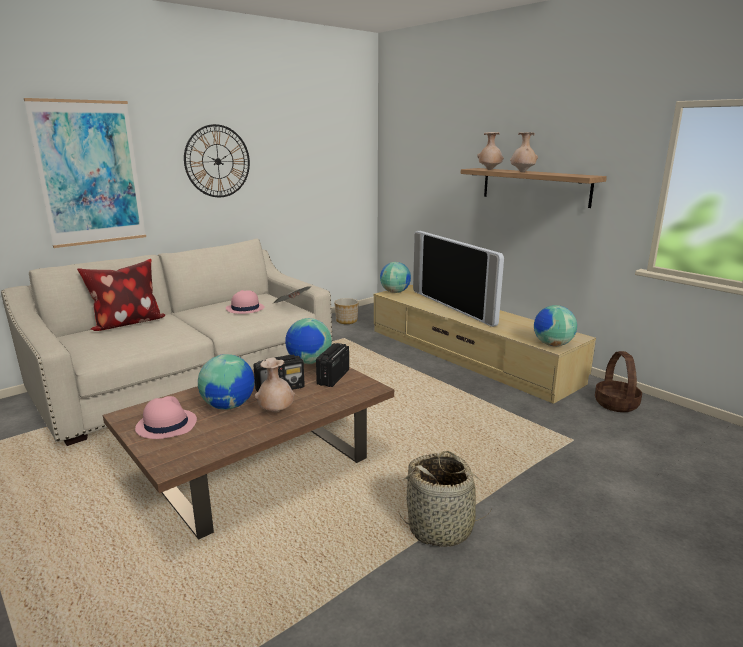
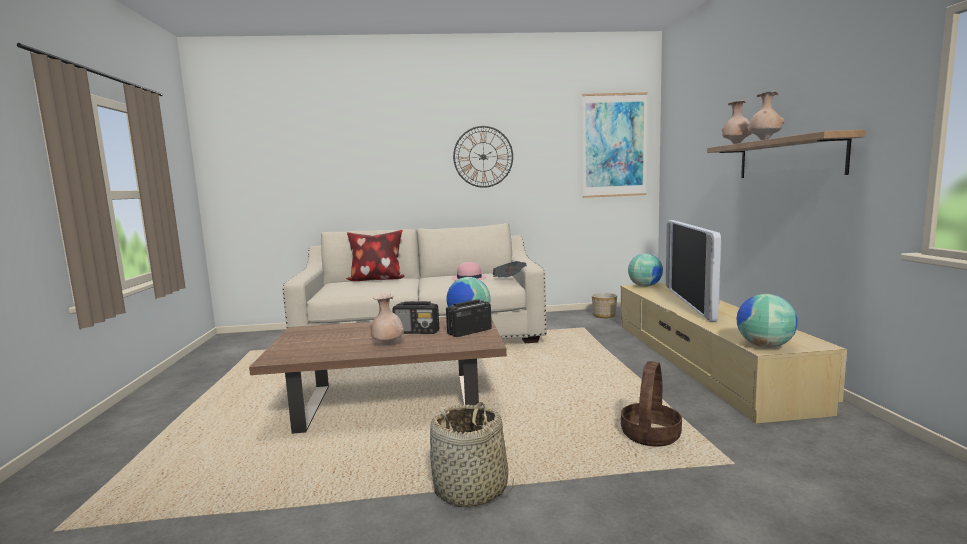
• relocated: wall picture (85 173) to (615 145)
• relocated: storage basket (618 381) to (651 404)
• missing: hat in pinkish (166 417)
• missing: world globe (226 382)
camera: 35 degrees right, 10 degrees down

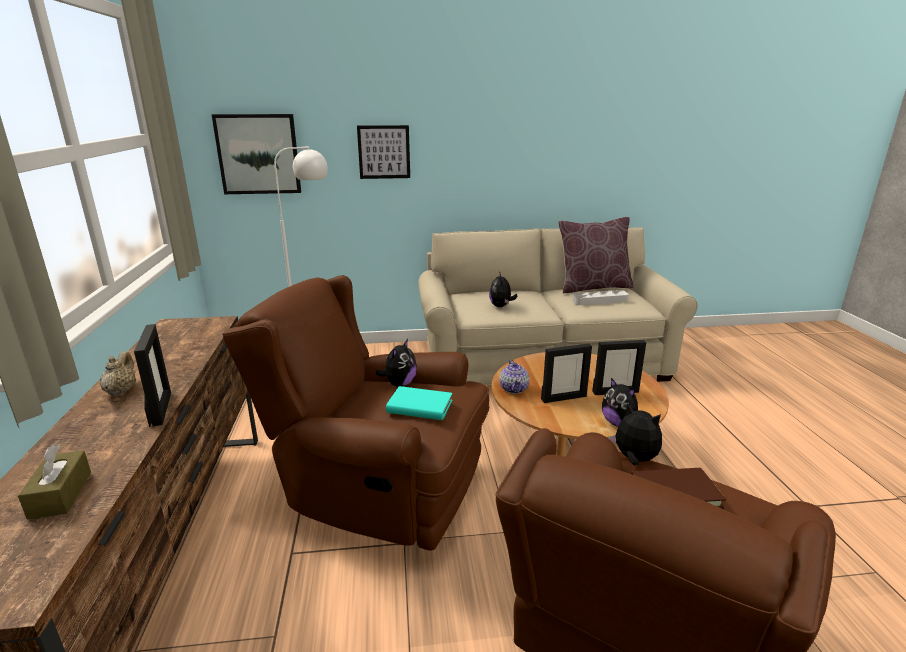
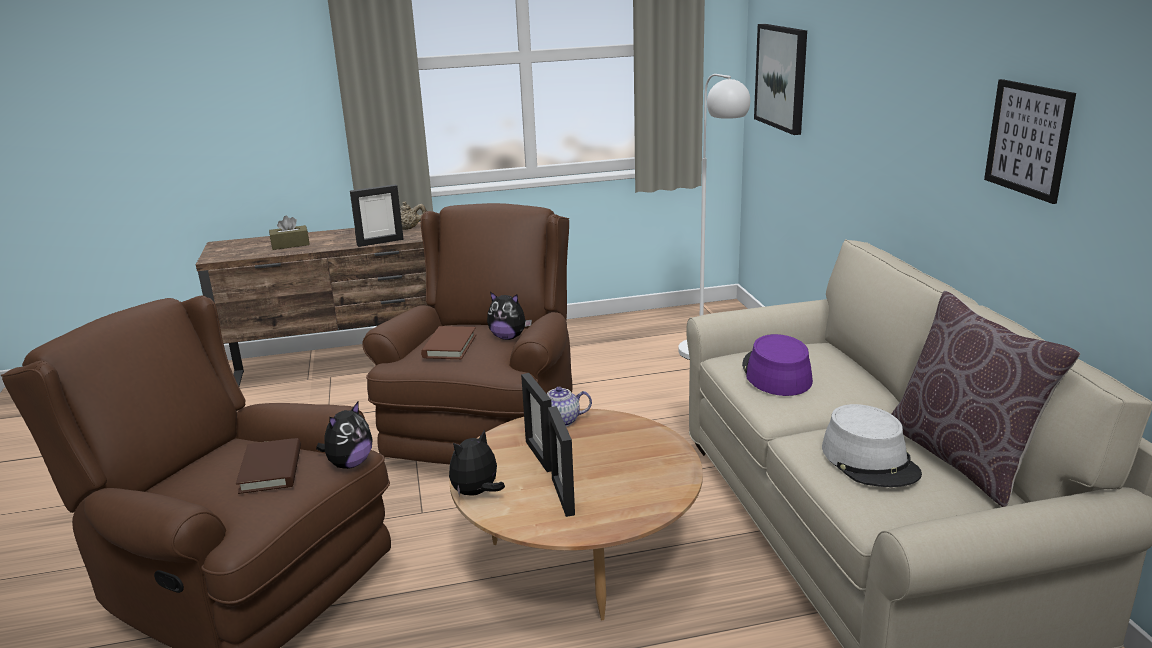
• colour: volume in turquoise (419 403) to volume in brown (448 342)
• exchanged: soft toy (503 290) to hat in purple (777 365)
• exchanged: serving tray in greyish (600 297) to hat in greyish (872 445)
• relocated: wall picture (383 152) to (1030 141)
camera: 85 degrees right, 0 degrees up

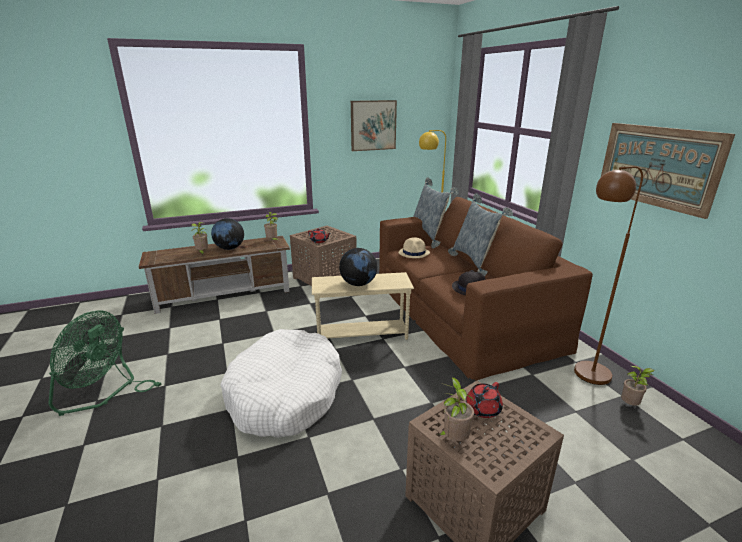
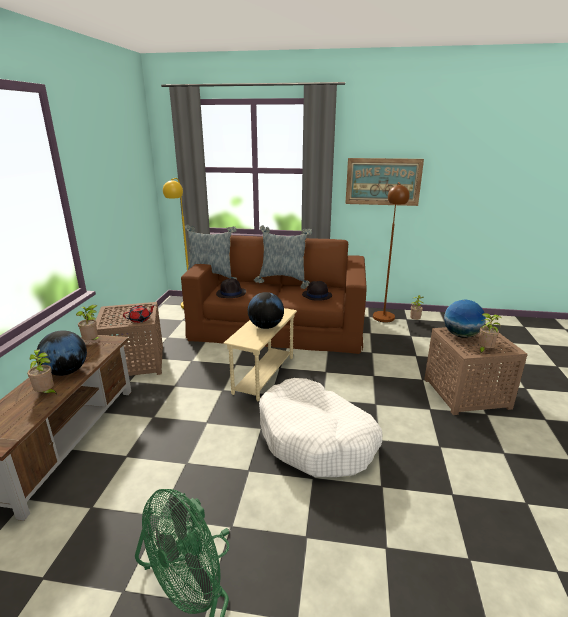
• colour: hat in sand-coloured (414 247) to hat in black-coloured (231 288)
• exchanged: tea pot in reddish (484 400) to world globe (465 318)
• missing: wall picture (374 125)
camera: 60 degrees left, 0 degrees up

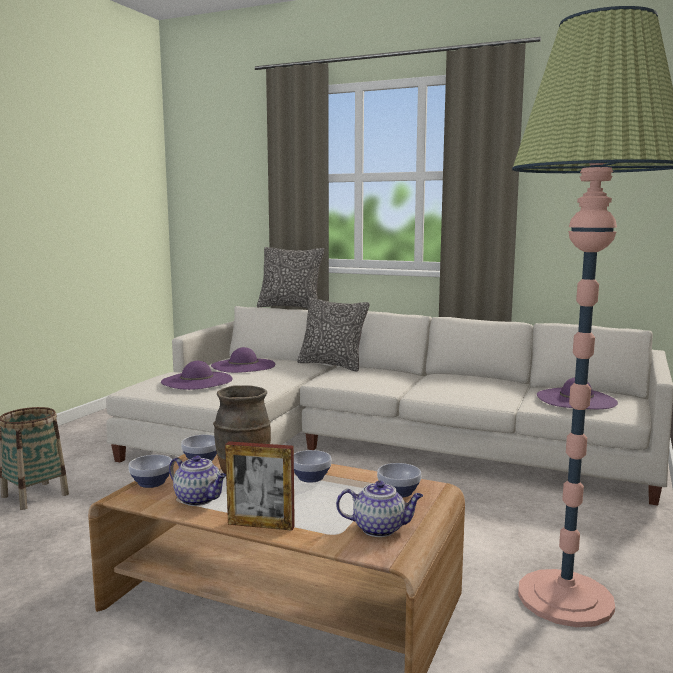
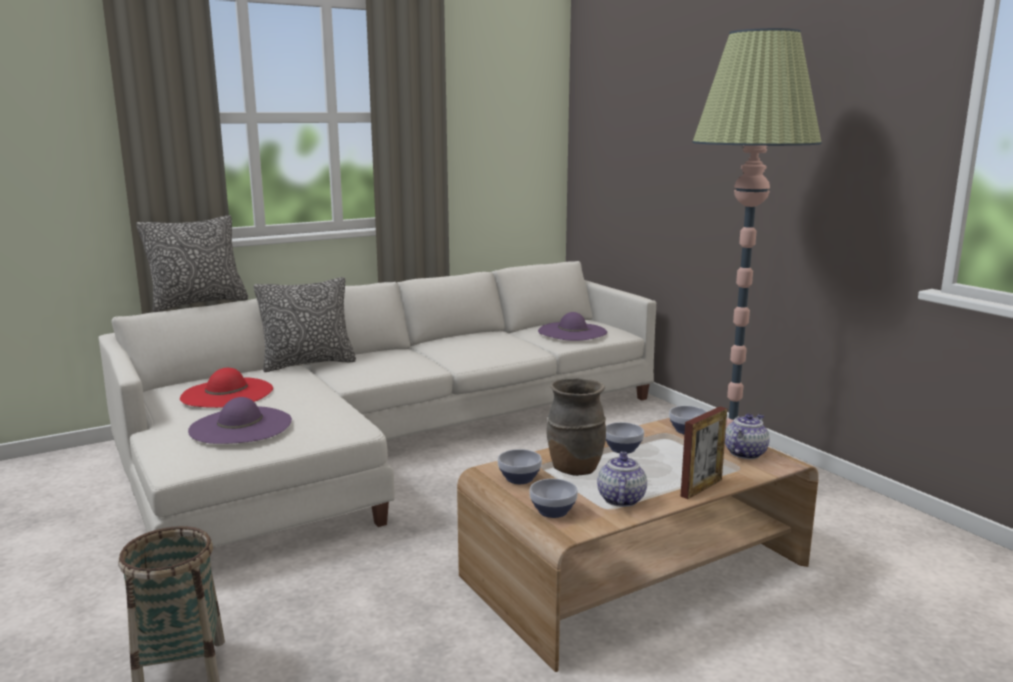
• colour: hat in purple (243 360) to hat in reddish (226 388)
• spun: tea pot (197 480) = (622 479) 60 degrees counterclockwise
camera: 55 degrees left, 5 degrees up

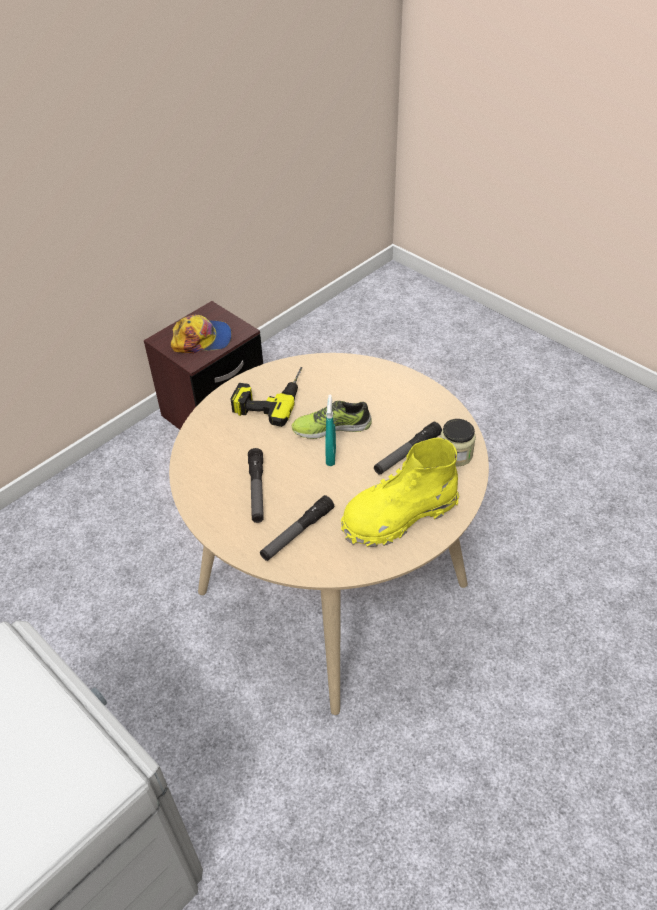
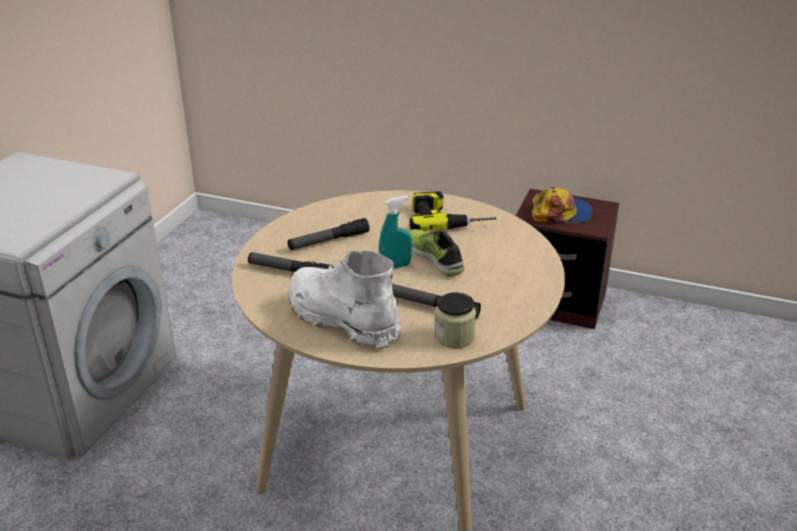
• colour: tall boot in yellow (400 492) to tall boot in white (344 300)
• spun: peaked cap (201 334) = (562 205) 60 degrees counterclockwise
camera: 65 degrees right, 15 degrees down

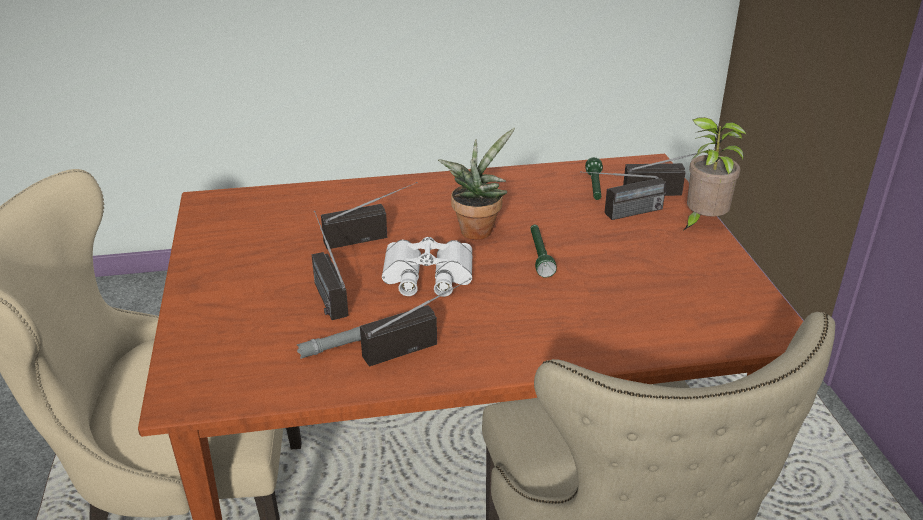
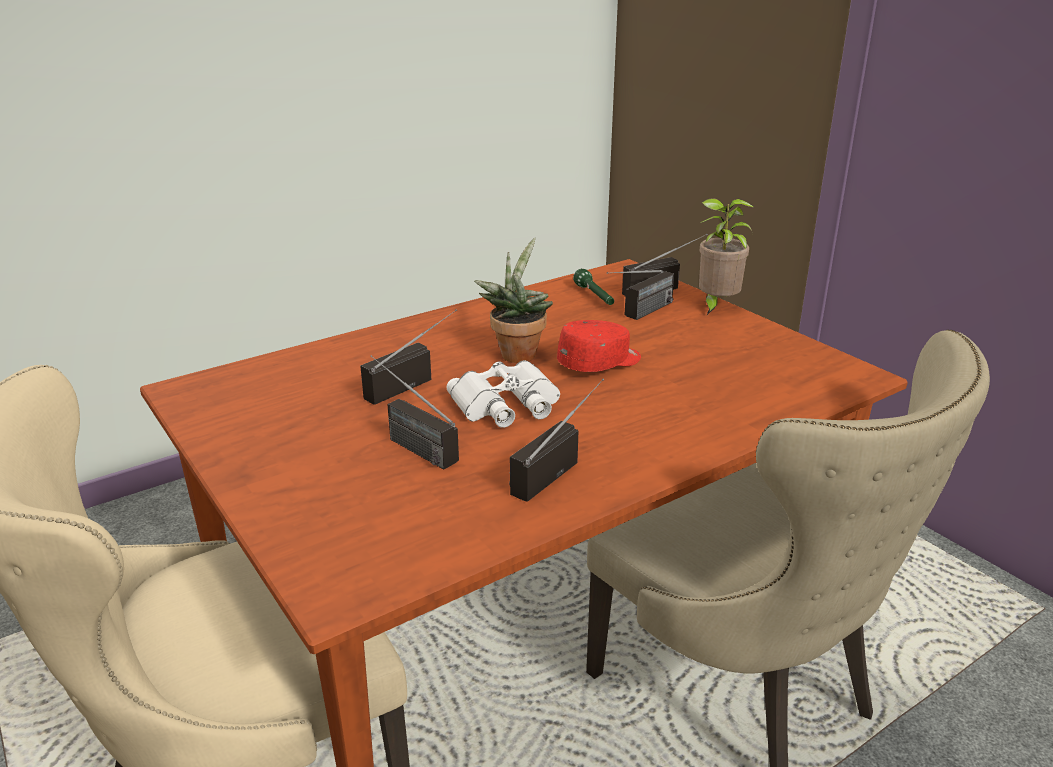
• exchanged: hand torch in green (543 251) to peaked cap in reddish (599 346)
• missing: hand torch in greyish (328 342)
camera: 25 degrees left, 5 degrees down

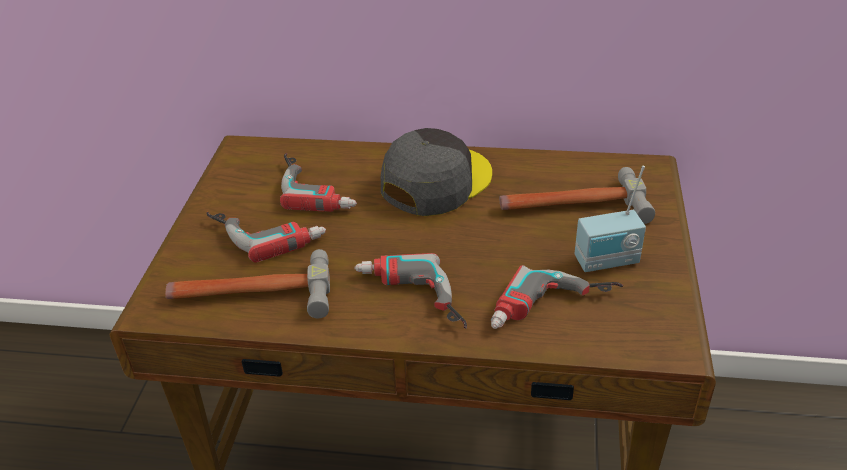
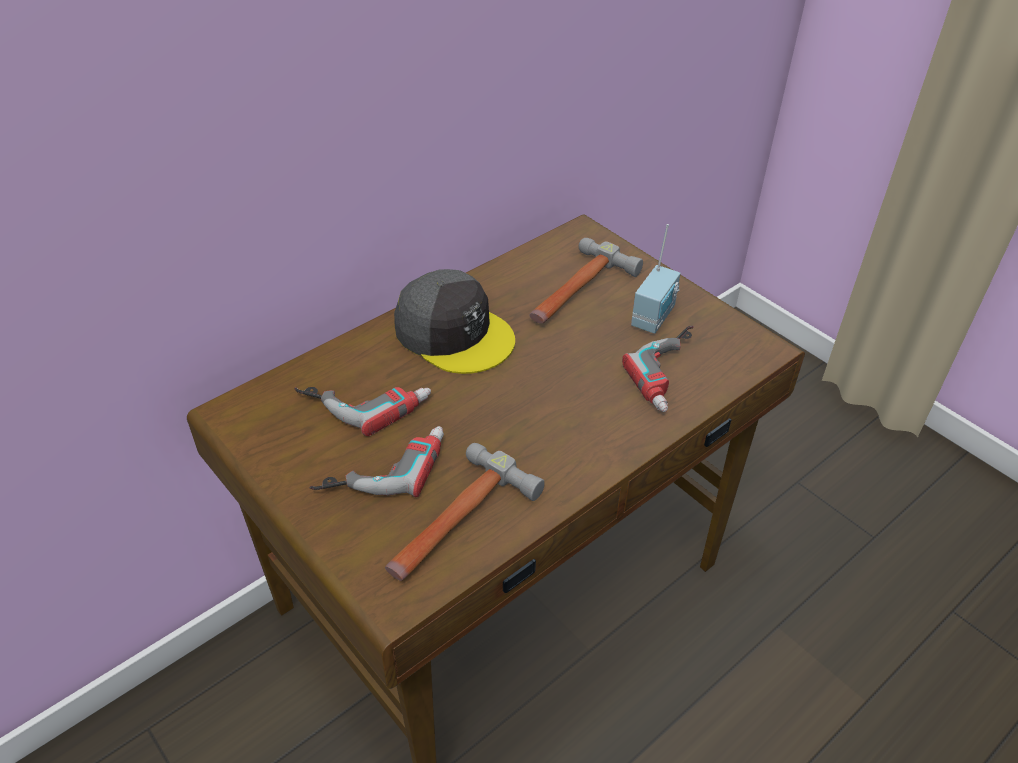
• spun: peaked cap in greyish (436 172) = (454 321) 135 degrees clockwise
• missing: drill (410 291)
camera: 50 degrees left, 5 degrees up

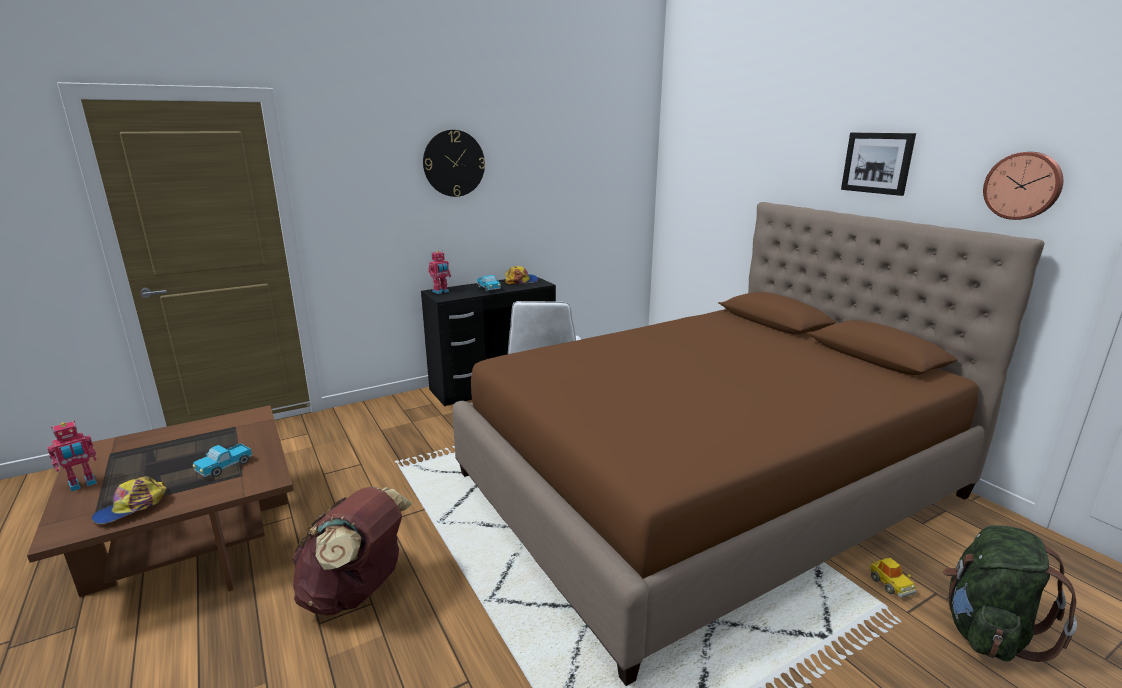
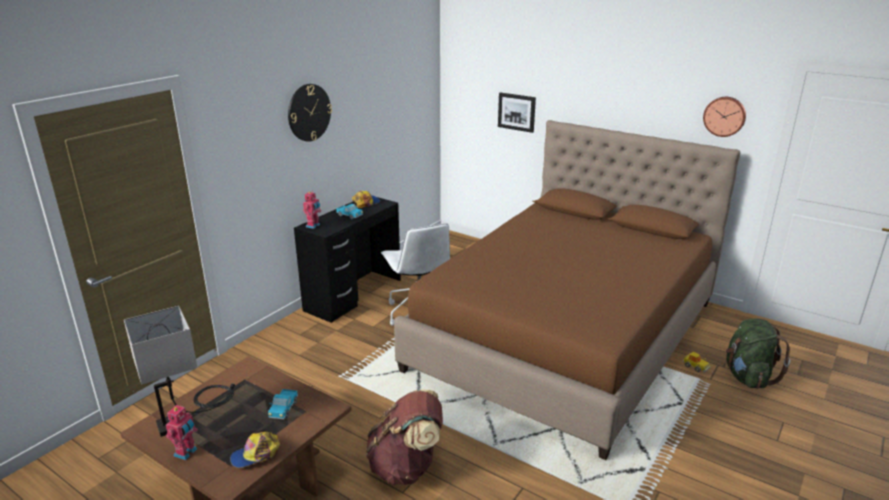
• appeared: lamp for a table (179 371)
• spun: peaked cap (129 500) = (255 450) 45 degrees clockwise
• relocated: wall picture (878 164) to (517 112)
camera: 25 degrees left, 5 degrees up

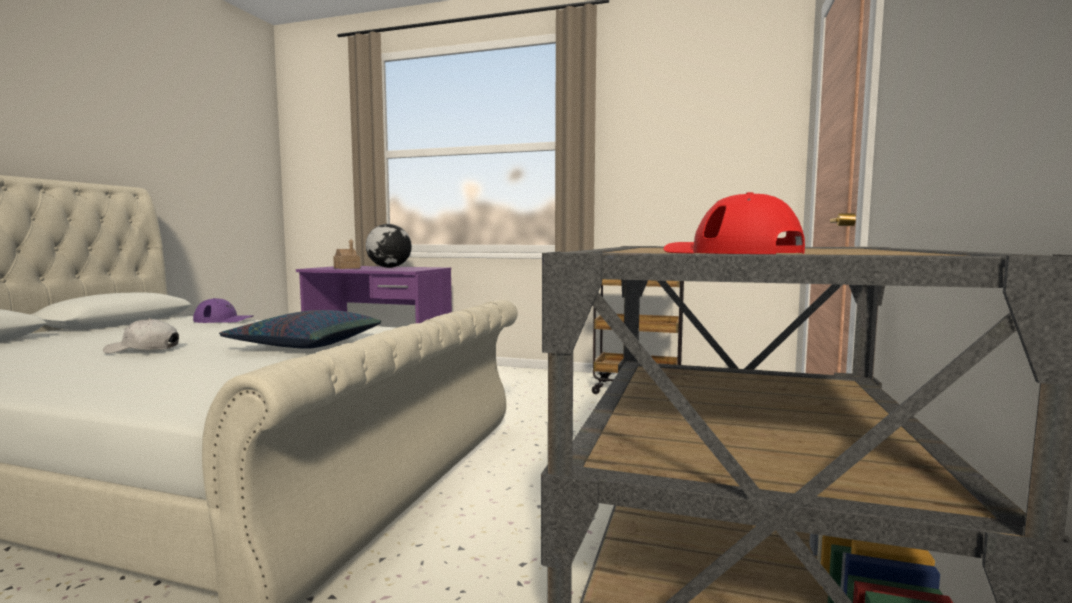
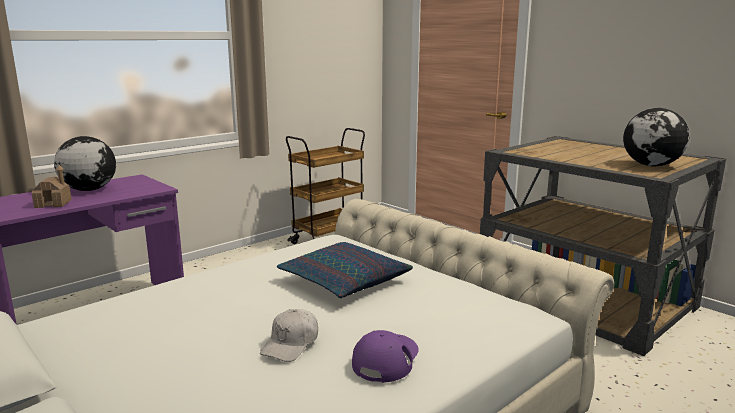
• relocated: peaked cap in purple (223 310) to (385 356)
• exchanged: peaked cap in reddish (734 223) to world globe (656 137)
camera: 60 degrees left, 10 degrees up

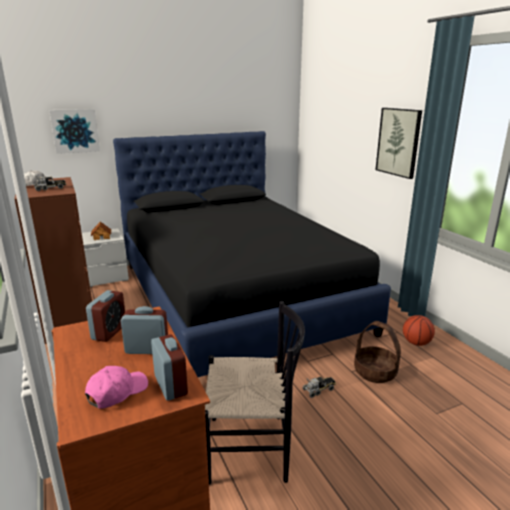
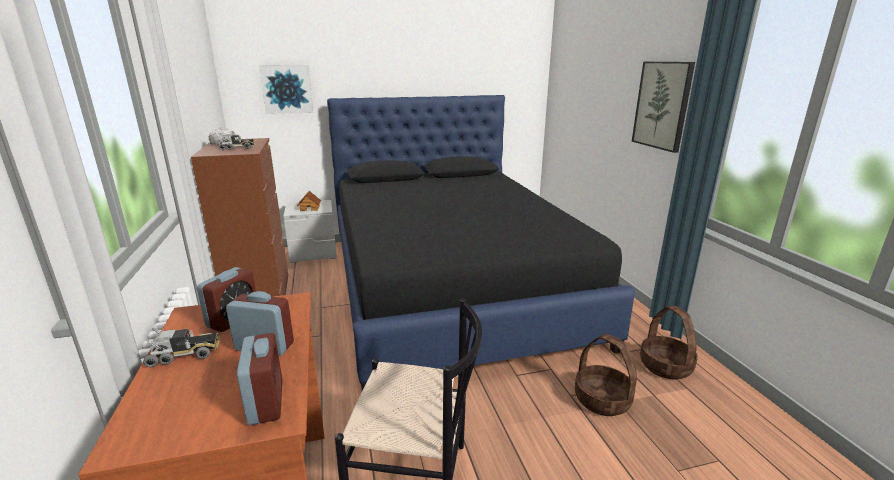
• relocated: toy lorry (319 387) to (181 347)
• exchanged: basketball ball (419 330) to storage basket (669 342)
• missing: peaked cap in pinkish (116 387)
camera: 10 degrees right, 0 degrees up

